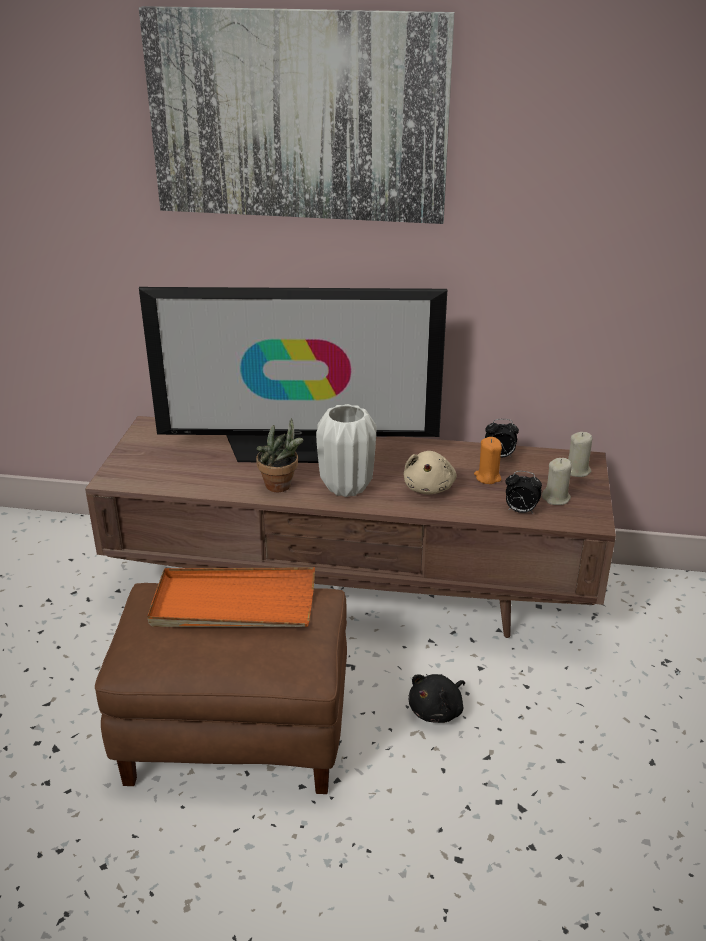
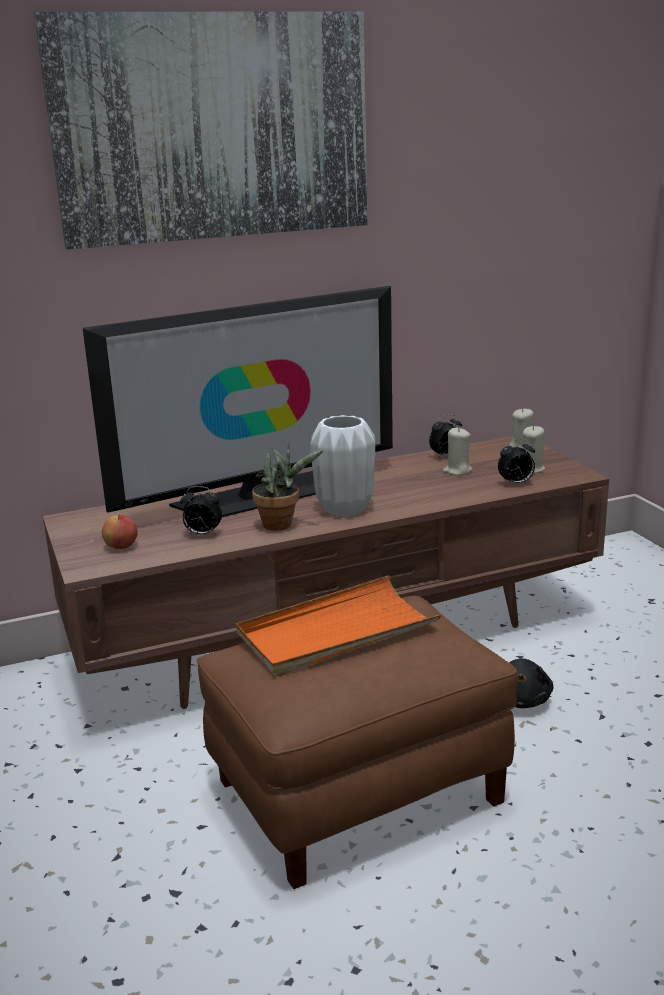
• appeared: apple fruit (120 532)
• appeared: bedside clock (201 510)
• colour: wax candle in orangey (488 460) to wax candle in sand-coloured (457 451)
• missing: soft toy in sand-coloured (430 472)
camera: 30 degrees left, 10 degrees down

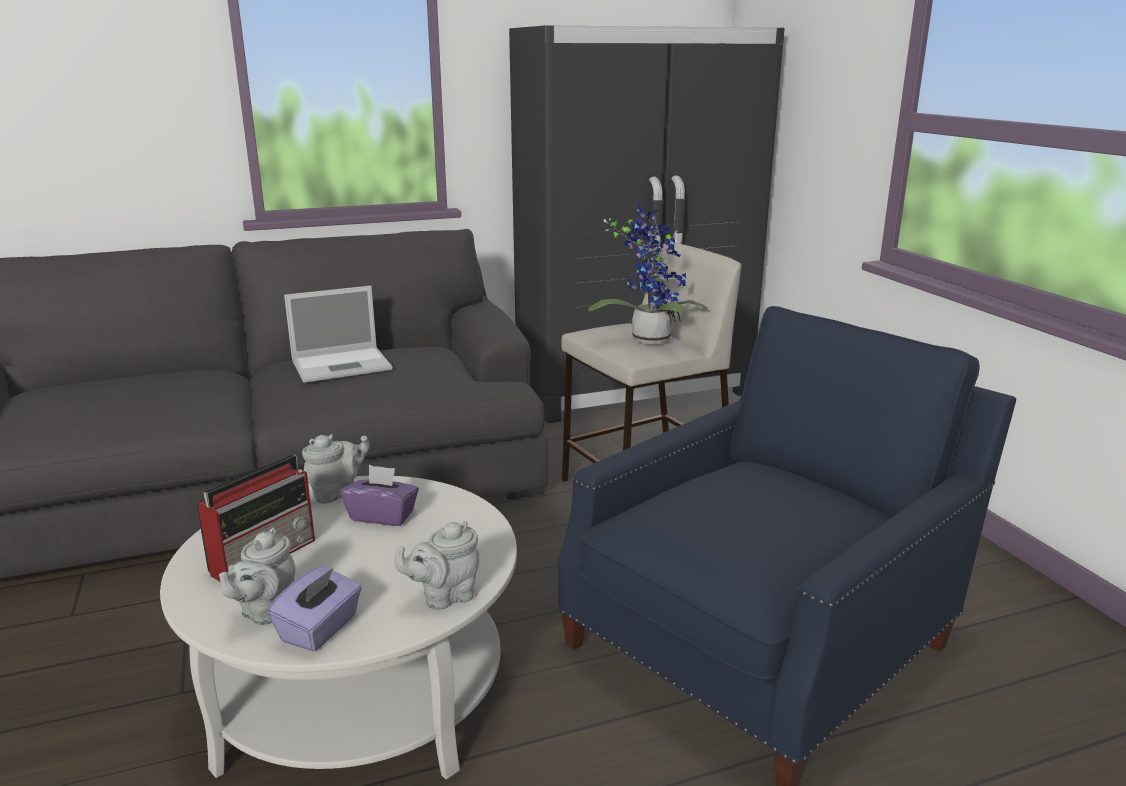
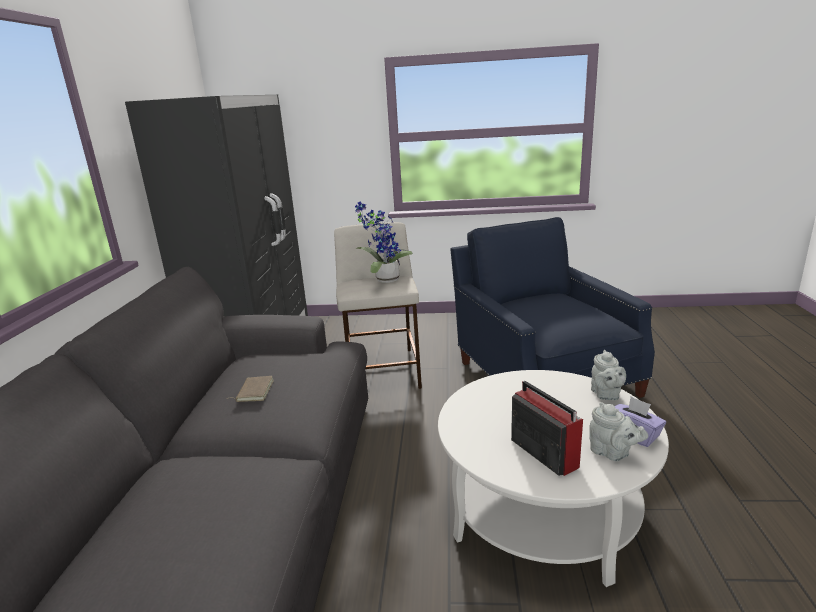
• exchanged: notebook computer (338 334) to volume in brown (250 389)
• missing: tea pot in greyish (336 469)
• missing: tissue box in purple (380 495)
camera: 65 degrees left, 0 degrees up

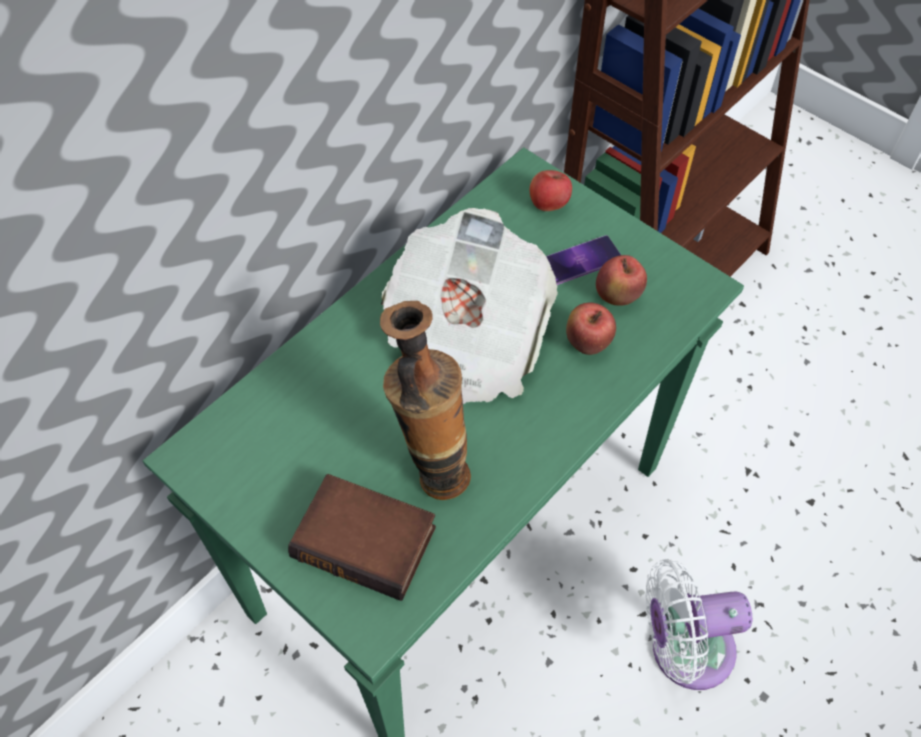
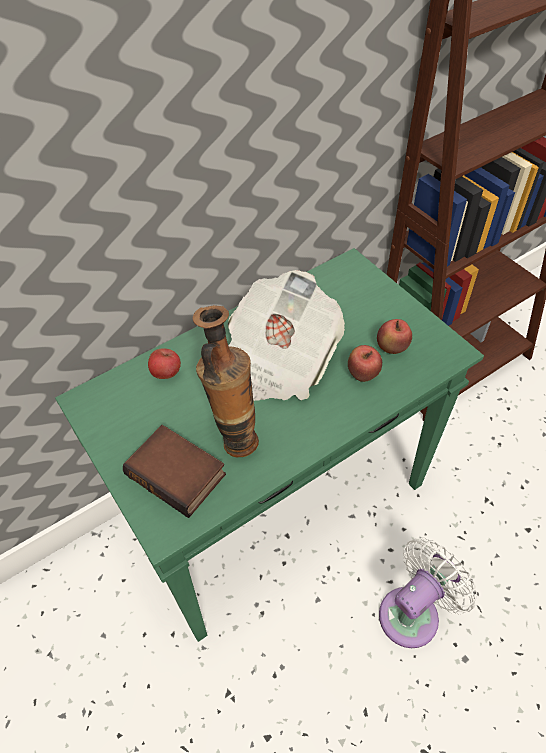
• relocated: apple fruit (551 190) to (164 363)
• spun: fan in white (698 624) = (428 593) 135 degrees clockwise
• missing: handset (583 260)
camera: 15 degrees right, 5 degrees down

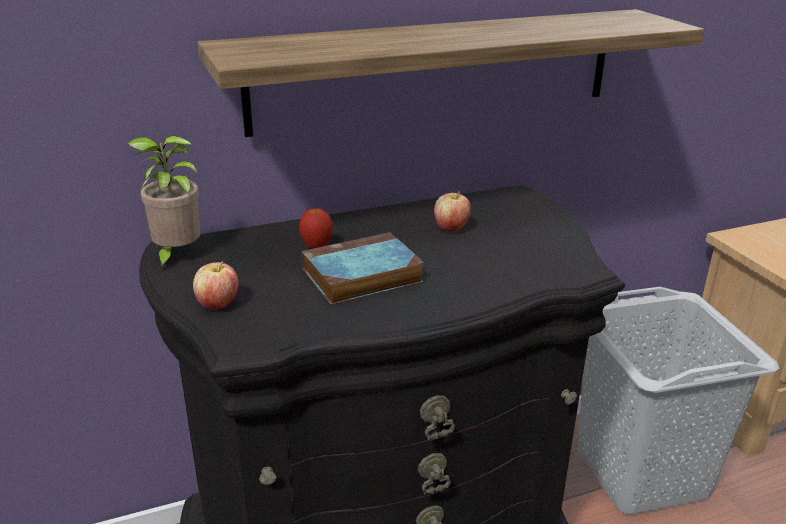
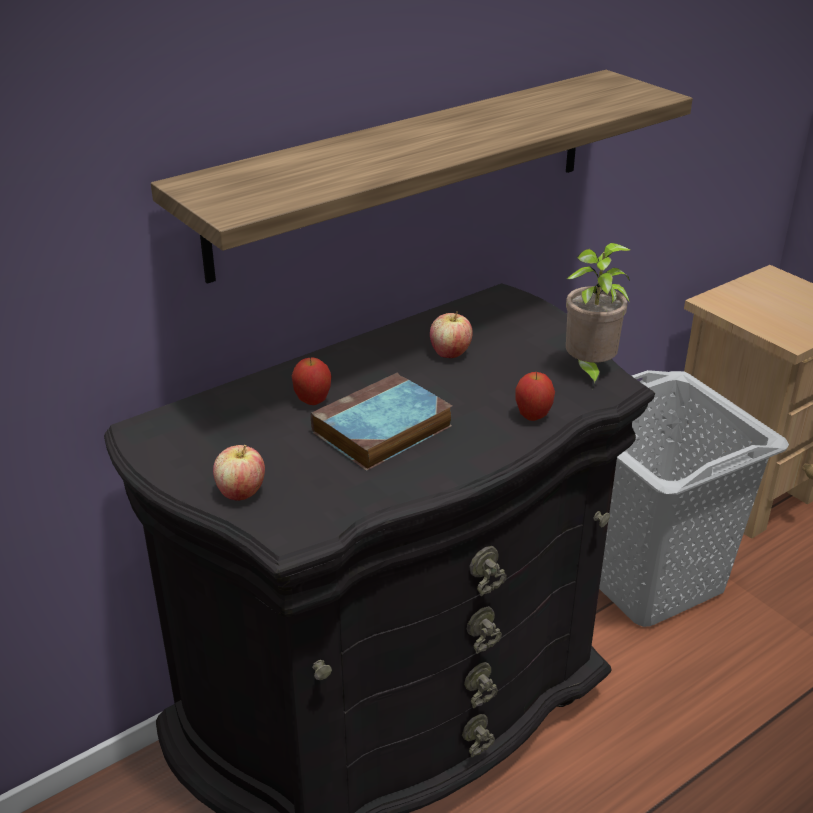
• appeared: apple fruit (535 396)
• relocated: houseplant (163 203) to (598 316)
camera: 15 degrees left, 5 degrees up

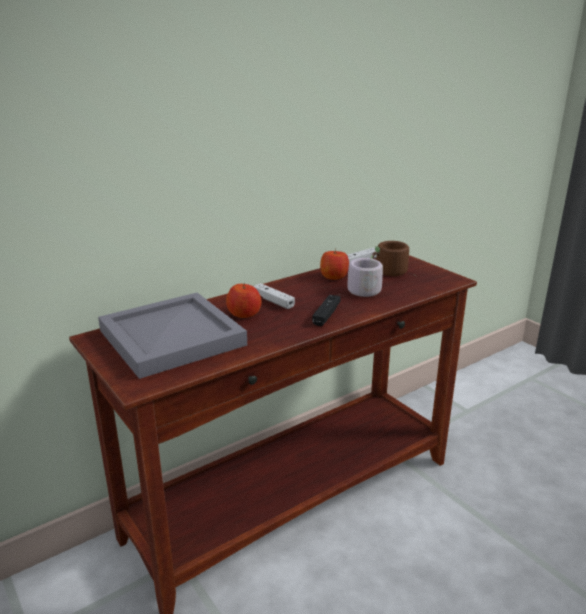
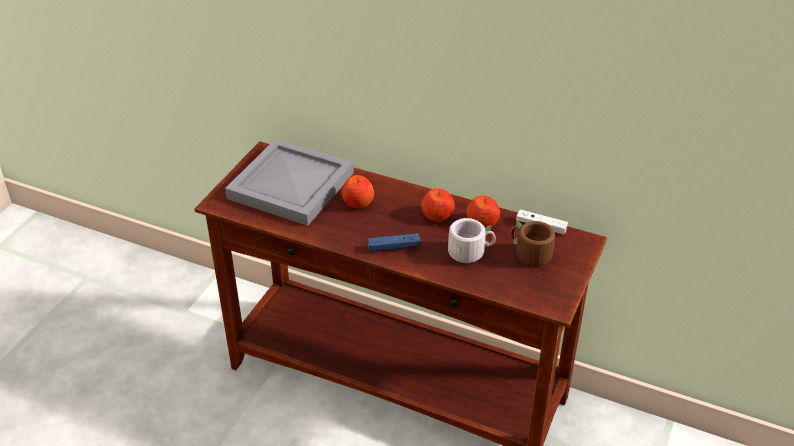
• colour: gamepad in black-coloured (326 310) to gamepad in blue-coloured (394 242)
• appeared: apple fruit (438 205)
• missing: gamepad in white (274 296)
camera: 60 degrees right, 15 degrees up

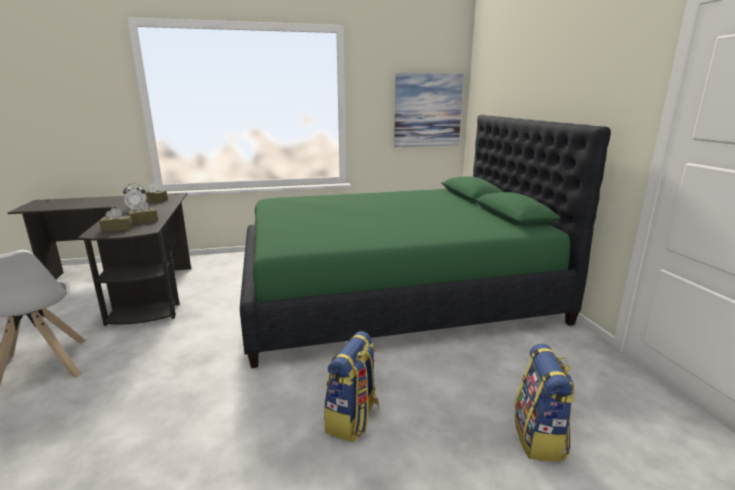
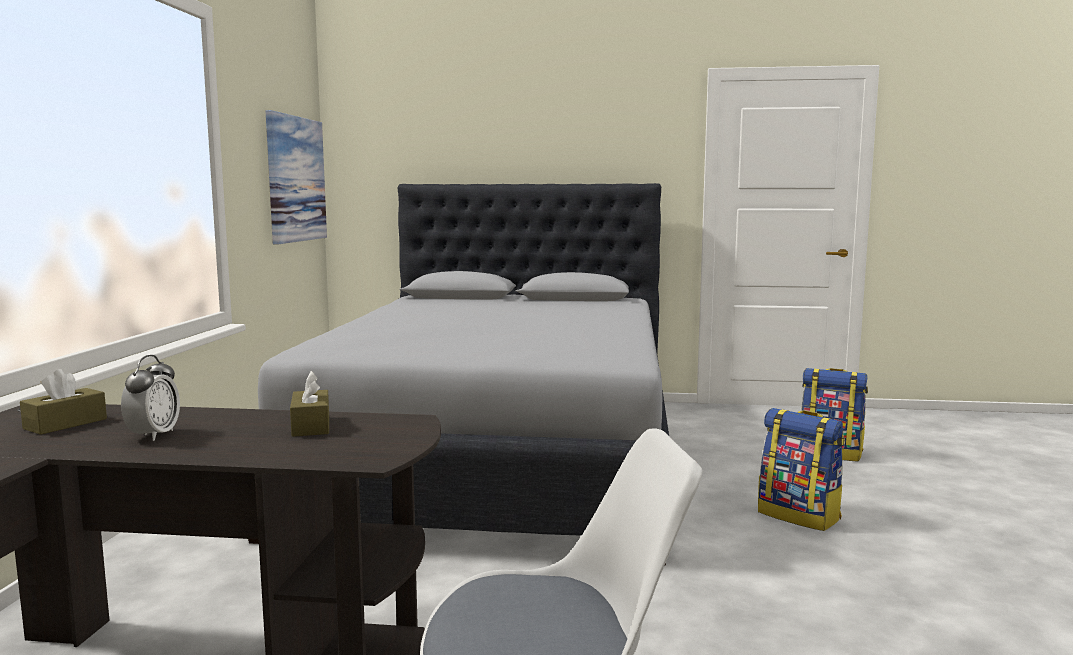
• colour: bedroom bed in green (425 241) to bedroom bed in greyish (458 374)
• missing: tissue box in brown (116 220)
camera: 70 degrees left, 10 degrees down

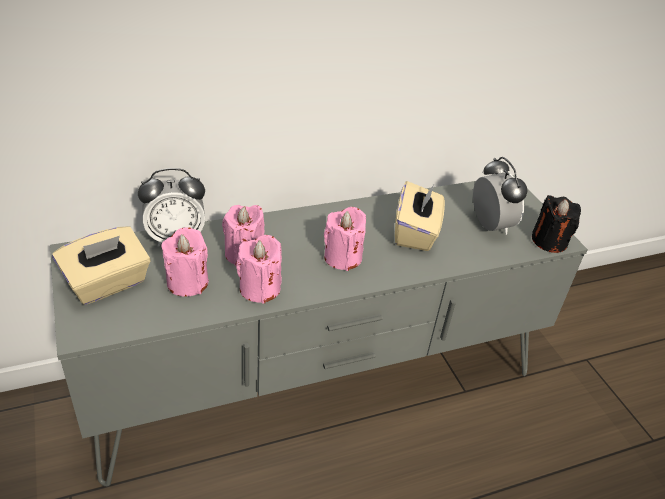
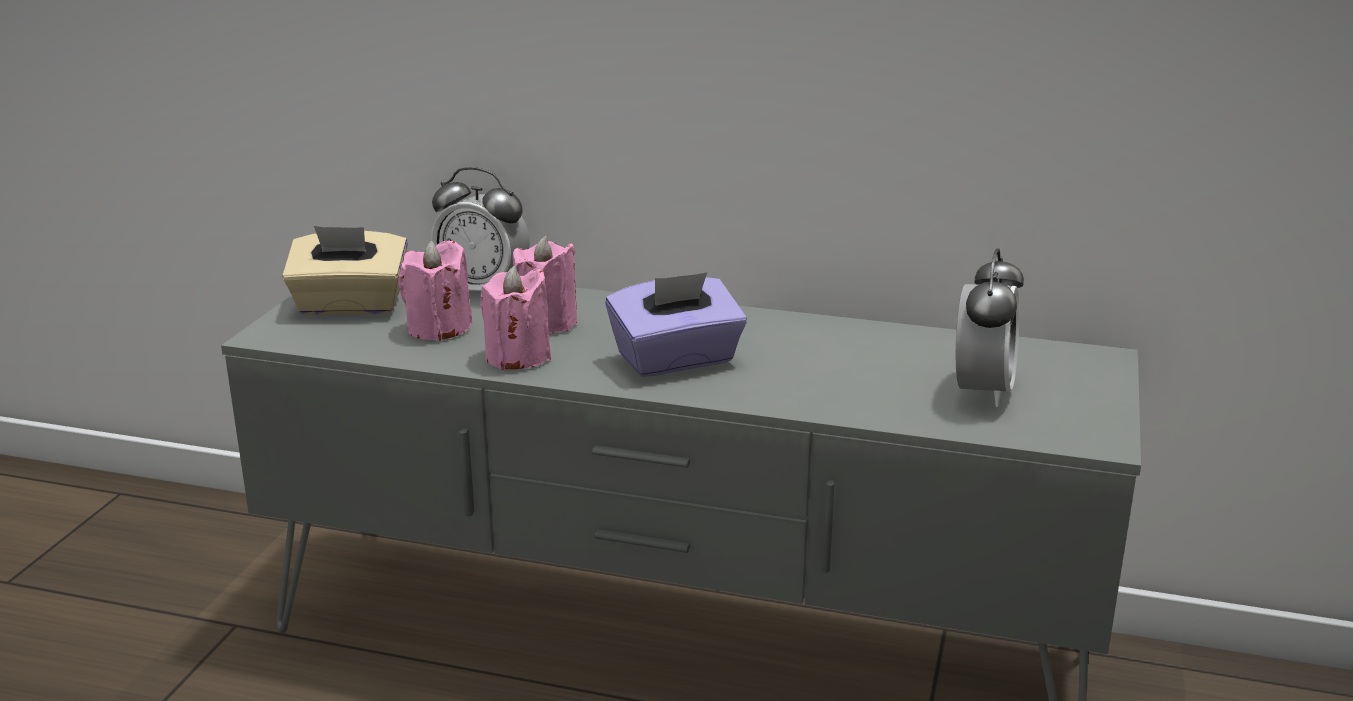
• exchanged: wax candle in pinkish (345 239) to tissue box in purple (676 324)
• missing: tissue box in sand-coloured (420 216)
• missing: wax candle in black-coloured (556 224)
camera: 40 degrees right, 15 degrees down

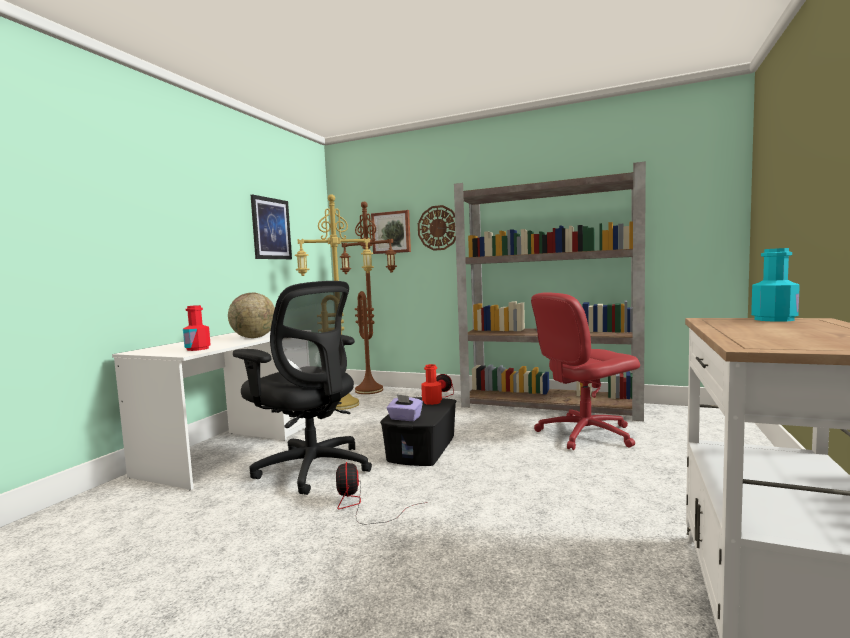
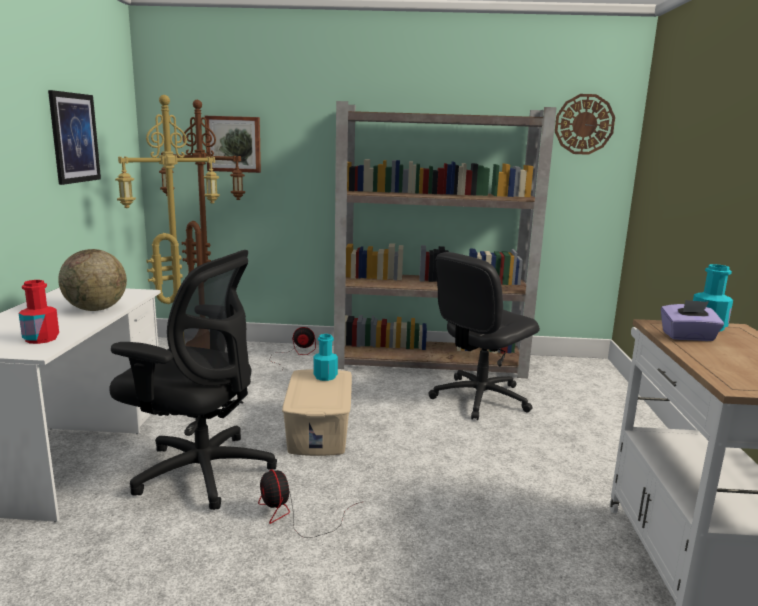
• colour: storage box in black-coloured (418 431) to storage box in sand-coloured (317 412)
• colour: beverage bottle in reddish (431 384) to beverage bottle in turquoise (325 357)
• colour: desk chair in reddish (585 371) to desk chair in black-coloured (484 336)
• relocated: wall clock (437 228) to (585 124)
• relocated: tissue box in purple (405 407) to (692 320)
camera: 20 degrees left, 10 degrees up

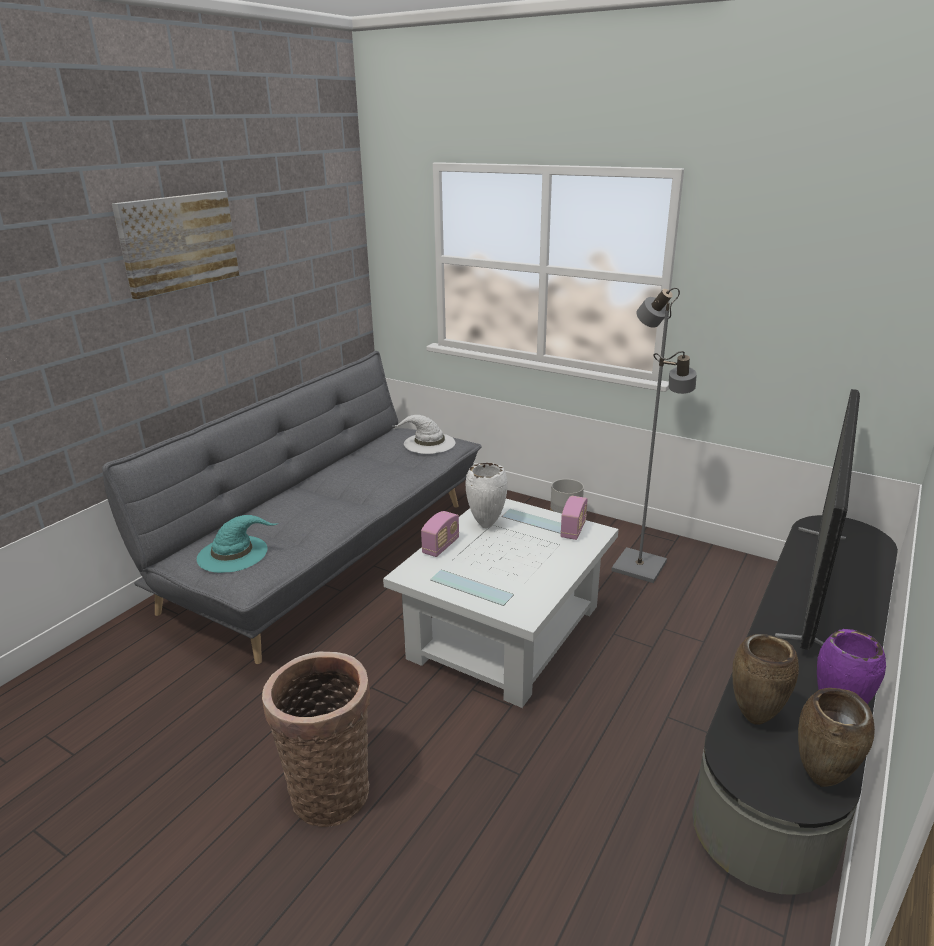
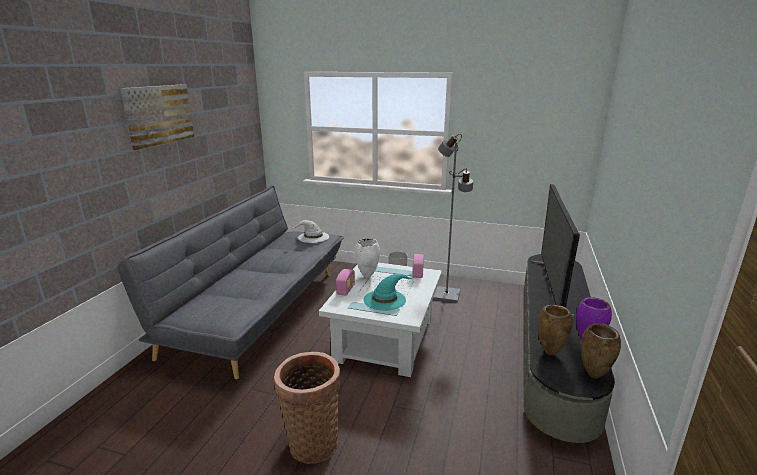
• relocated: hat in turquoise (238 544) to (388 292)
camera: 15 degrees left, 5 degrees down

